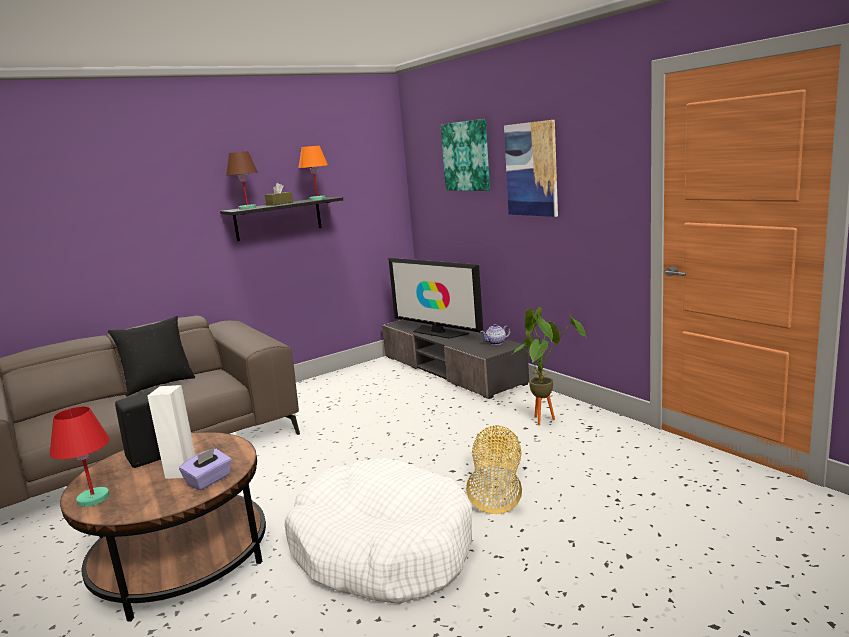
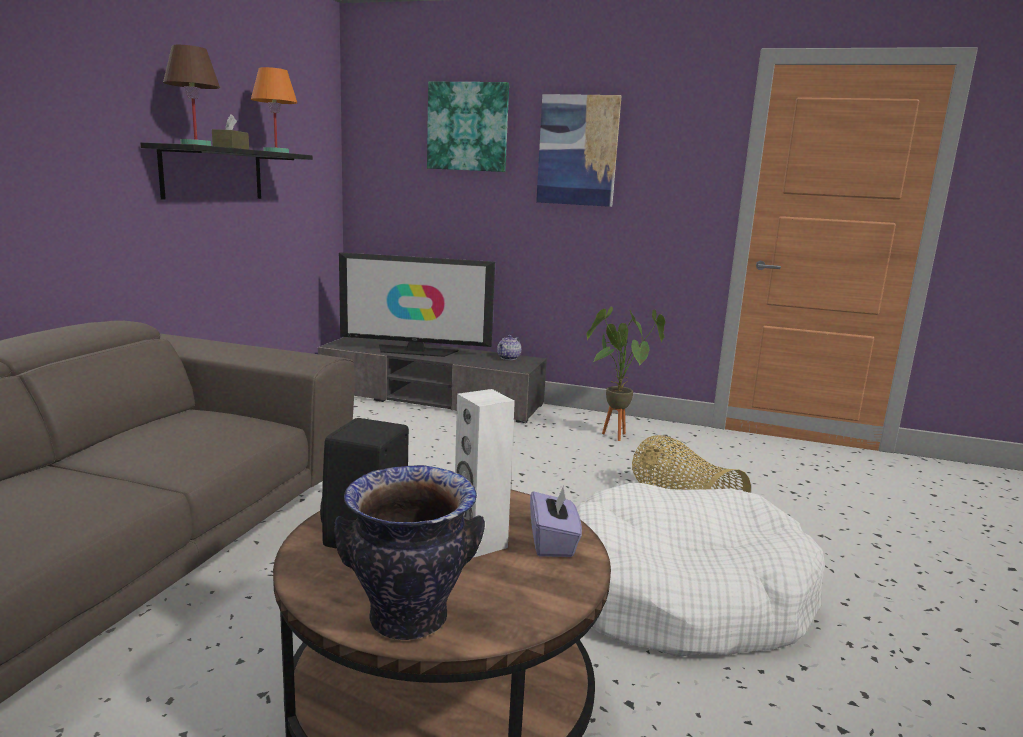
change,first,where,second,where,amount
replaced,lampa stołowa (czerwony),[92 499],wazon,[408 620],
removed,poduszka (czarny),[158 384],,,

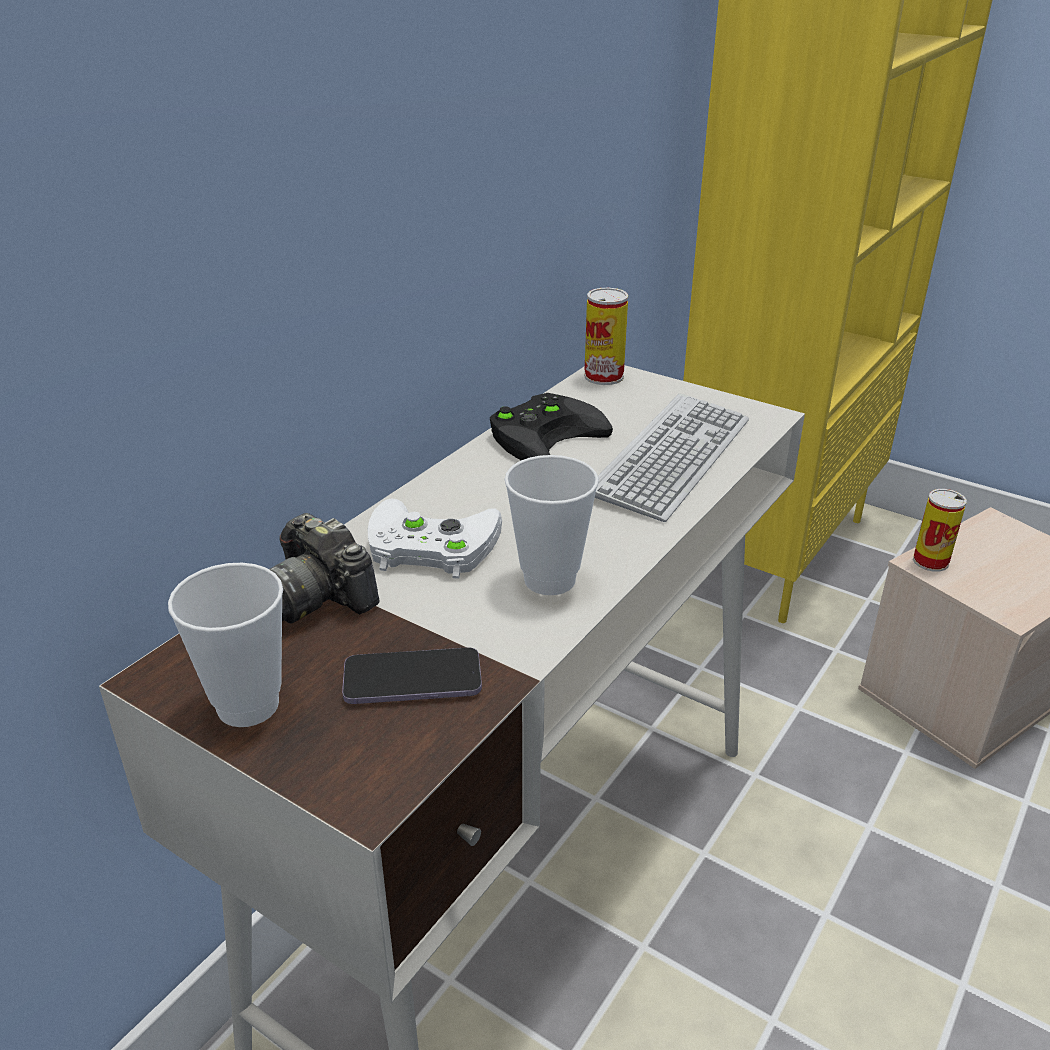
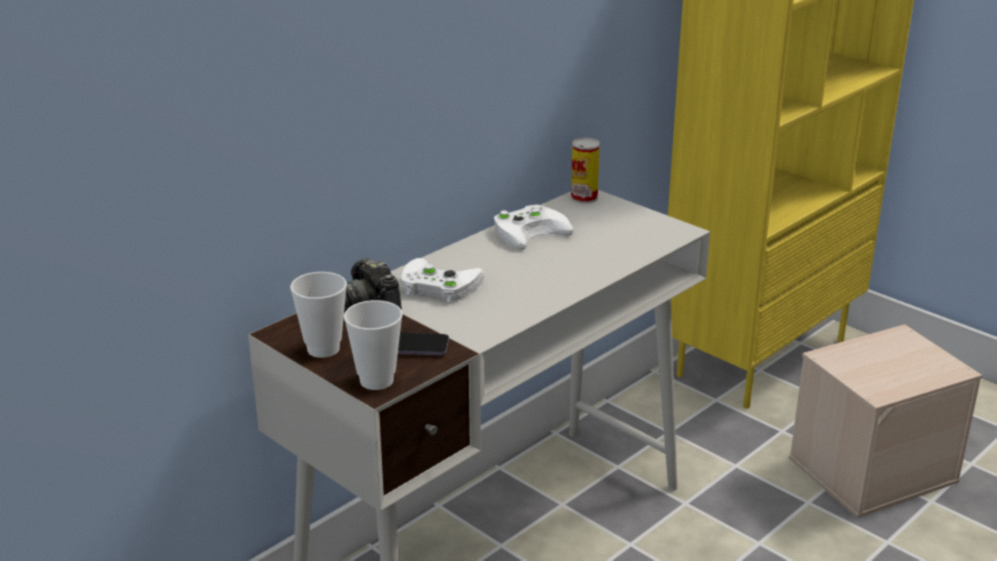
change,first,where,second,where,amount
recoloured,pad do gier (czarny),[546 434],pad do gier (biały),[530 230],
moved,filiżanka,[549 579],,[376 381],
removed,klawiatura,[672 458],,,
removed,puszka,[930 561],,,

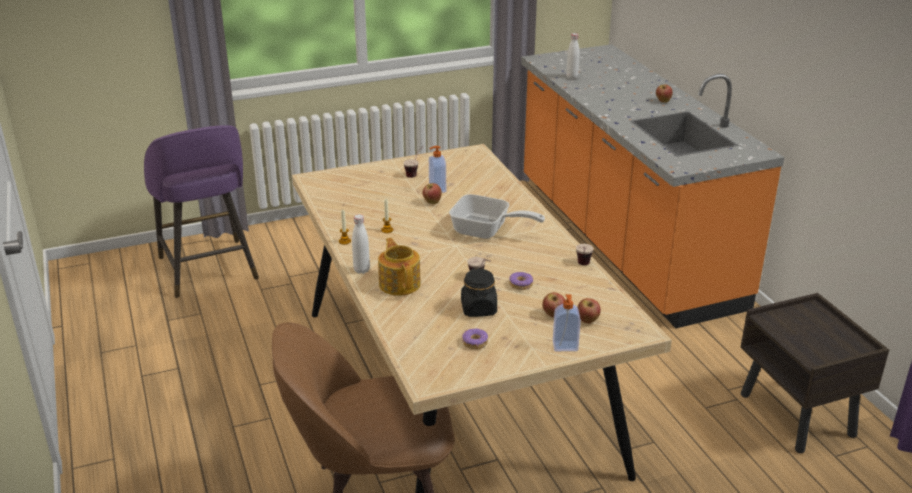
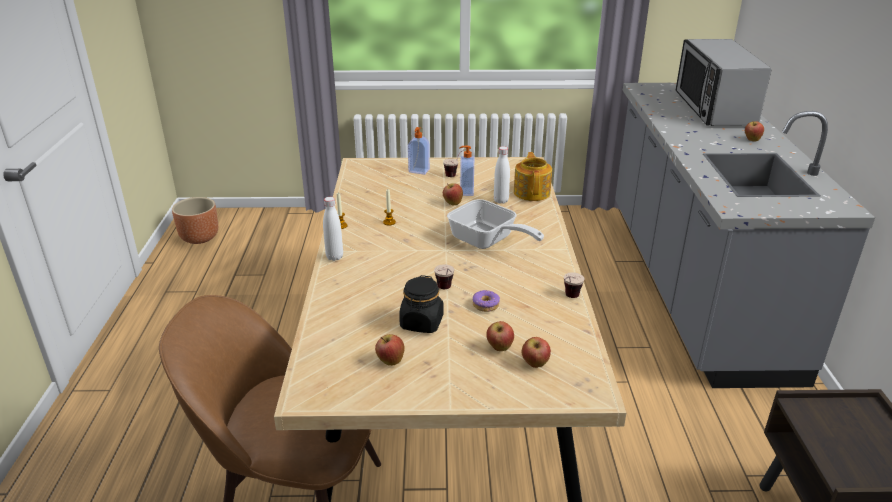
change,first,where,second,where,amount
removed,stołek (fioletowy),[208 270],,,
moved,imbryk,[400 283],,[532 192],
replaced,donut,[475 343],jabłko,[390 361],
recoloured,zabudowa kuchenna (pomarańczowy),[624 243],zabudowa kuchenna (szary),[692 285],
moved,dozownik mydła,[565 347],,[418 171],
moved,butelka (biały),[572 77],,[501 200],
added,,,donica (brązowy),[200 237],
added,,,mikrofalówka,[713 108],

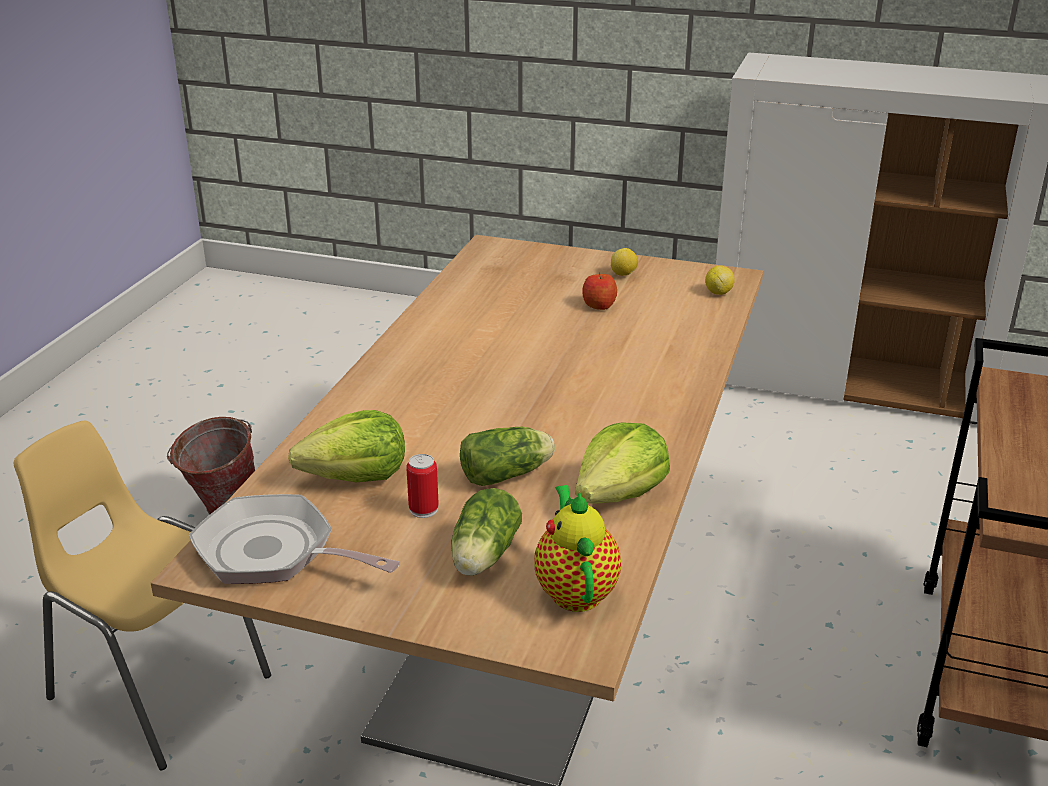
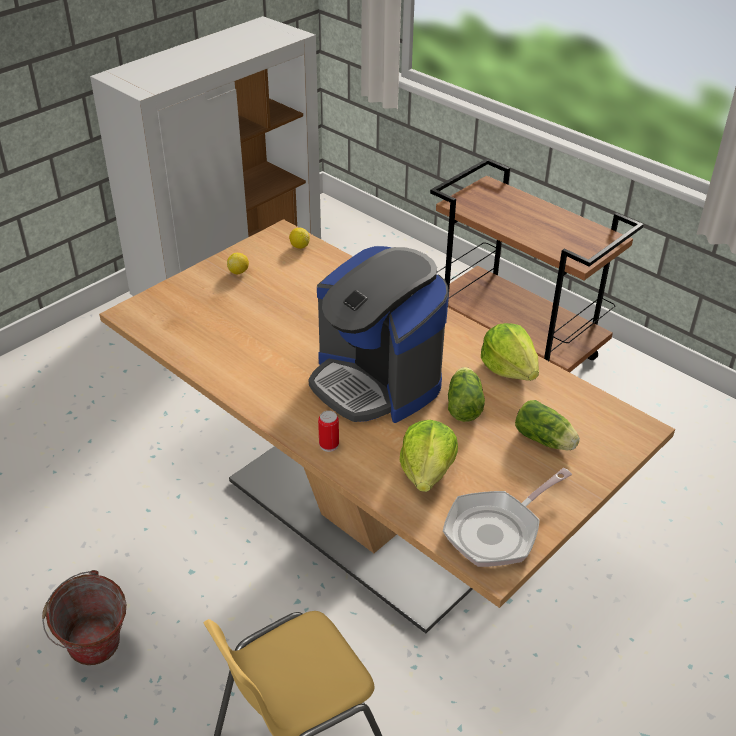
change,first,where,second,where,amount
moved,puszka,[423 509],,[329 445],
removed,imbryk,[575 590],,,
removed,jabłko,[599 305],,,
added,,,ekspres do kawy,[376 382],

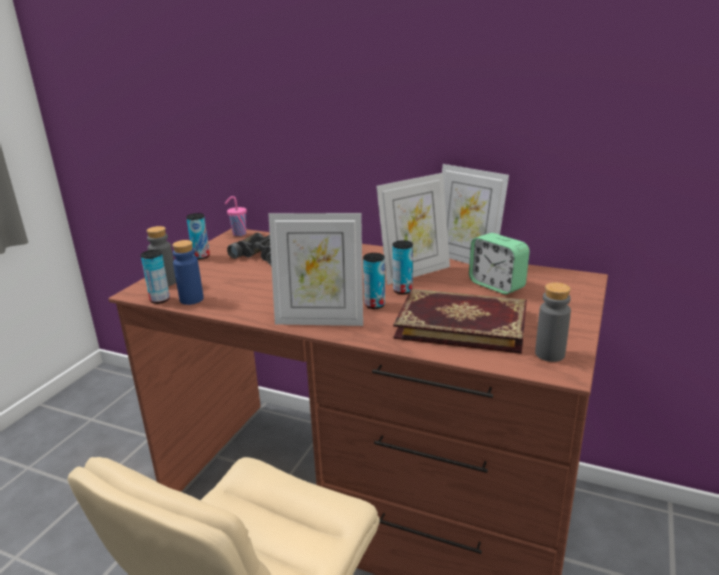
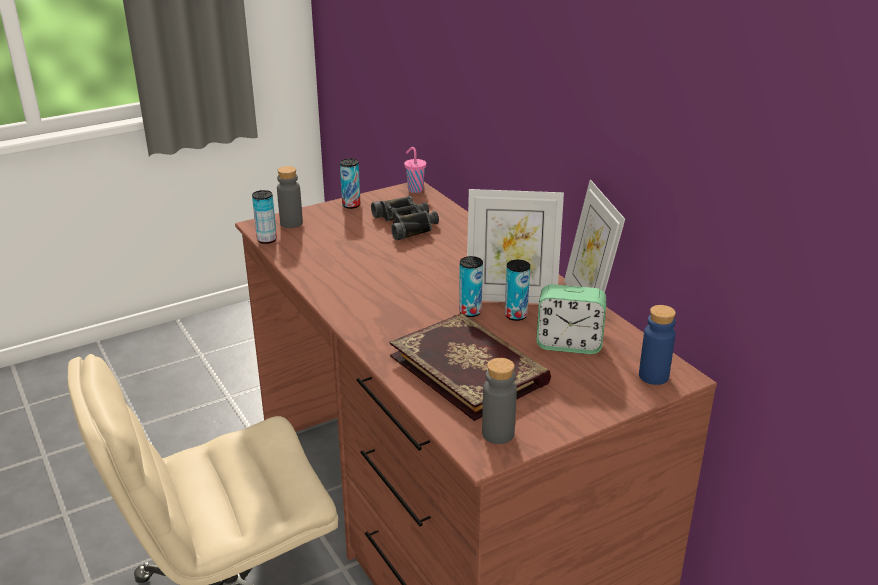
change,first,where,second,where,amount
moved,butelka (niebieski),[191 299],,[653 376],
removed,ramka na zdjęcie,[320 320],,,
moved,puszka,[374 305],,[516 315],
turned,budzik,[496 285],,[569 344],75 degrees counterclockwise

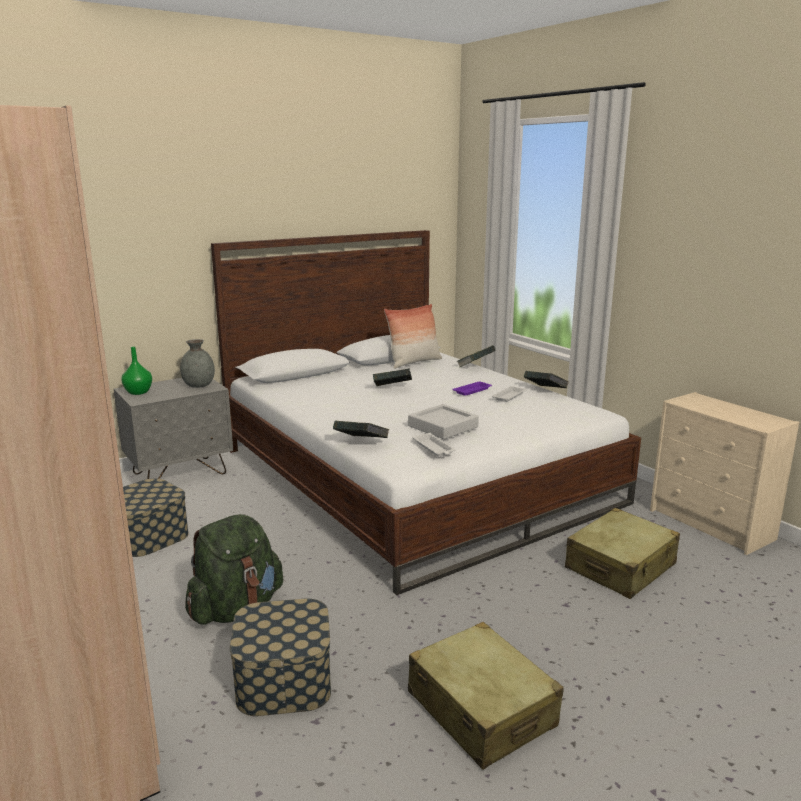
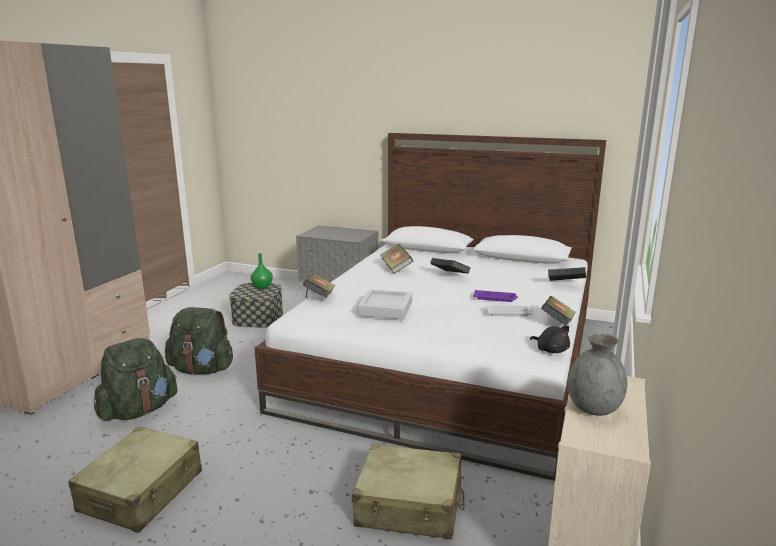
change,first,where,second,where,amount
moved,wazon (zielony),[138 392],,[262 287],
moved,wazon (szary),[199 385],,[594 408],
replaced,pojemnik do przechowywania,[284 680],plecak (zielony),[139 410],
removed,poduszka,[414 362],,,
removed,taca (biały),[434 448],,,
added,,,książka,[396 268],
added,,,pluszak (czarny),[551 350],

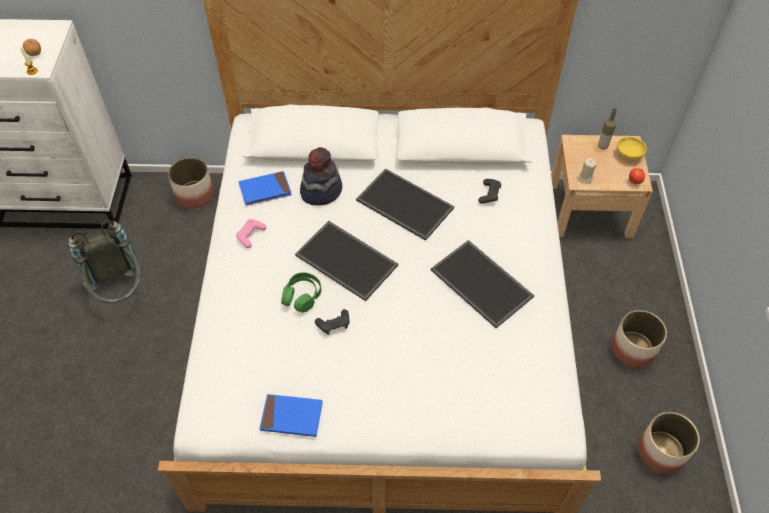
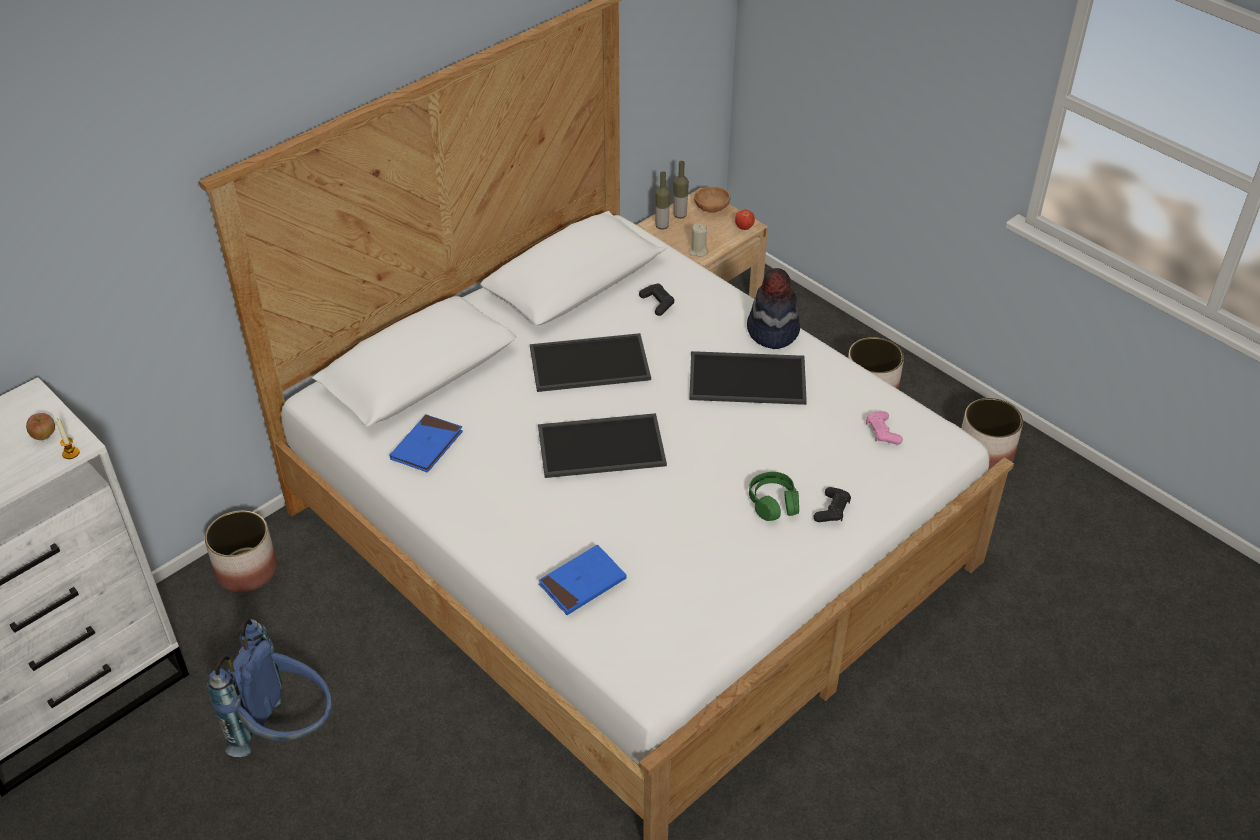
change,first,where,second,where,amount
recoloured,plecak (szary),[120 292],plecak (niebieski),[286 731],
moved,pad do gier (różowy),[250 235],,[882 432],
moved,książka (niebieski),[291 417],,[582 582],
moved,słuchawki (zielony),[302 296],,[773 503],
moved,kapelusz,[321 190],,[772 331],
moved,pad do gier (czarny),[334 324],,[832 510],
recoloured,miska (żółty),[629 154],miska (brązowy),[711 208],
added,,,butelka,[662 226],

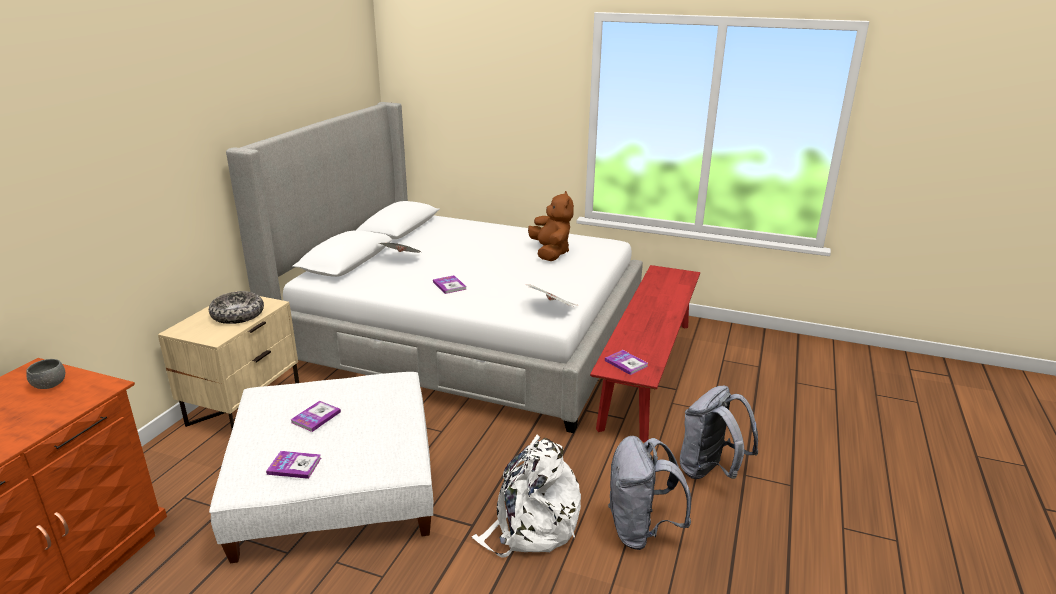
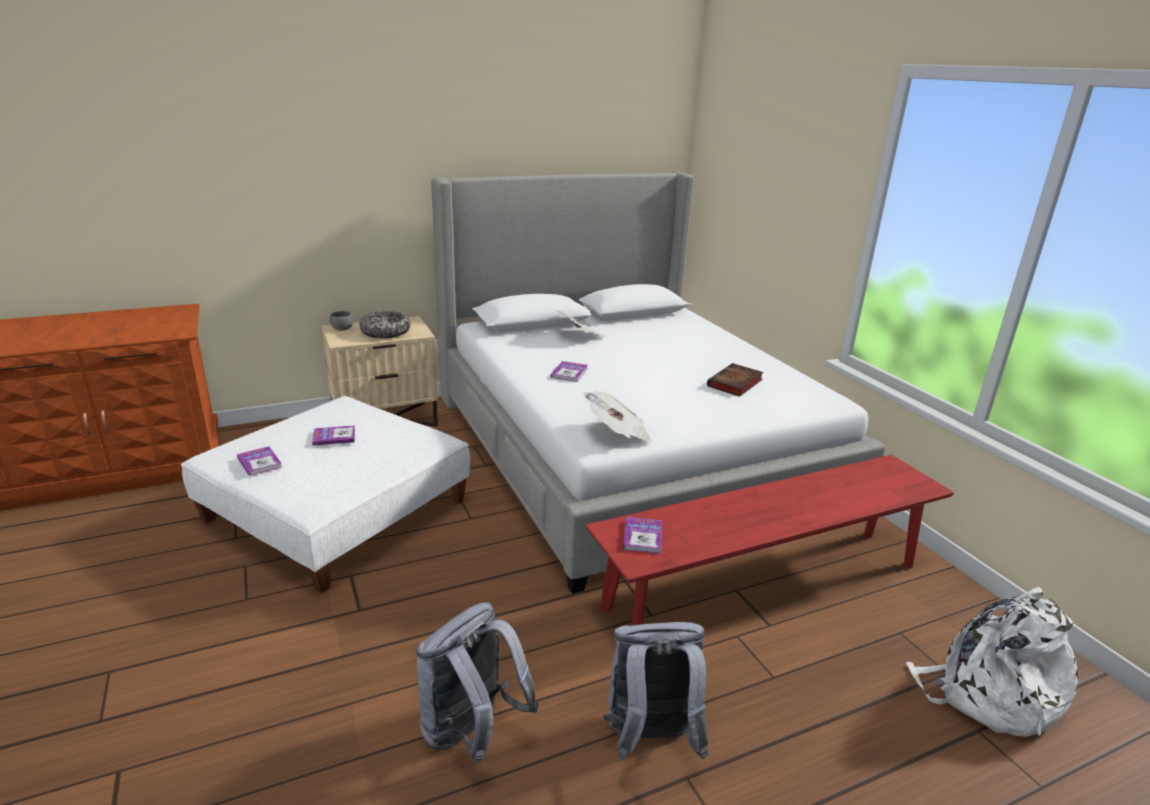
change,first,where,second,where,amount
moved,miska (szary),[49 385],,[342 329],
moved,plecak (biały),[531 526],,[987 694],
replaced,pluszak (brązowy),[550 253],książka,[734 384],

